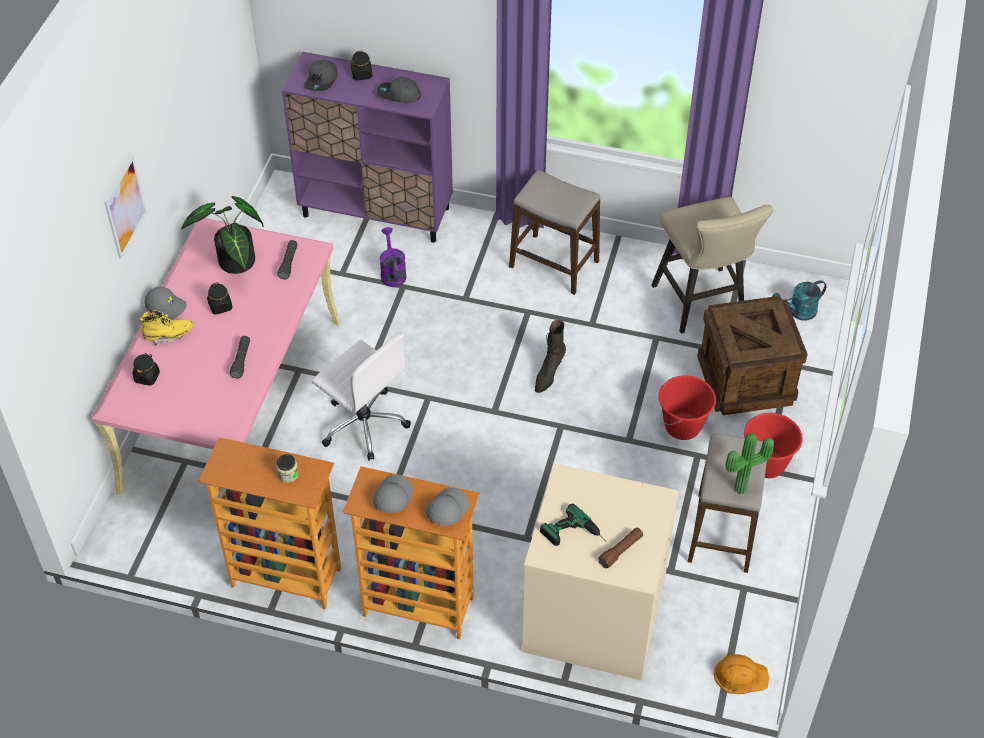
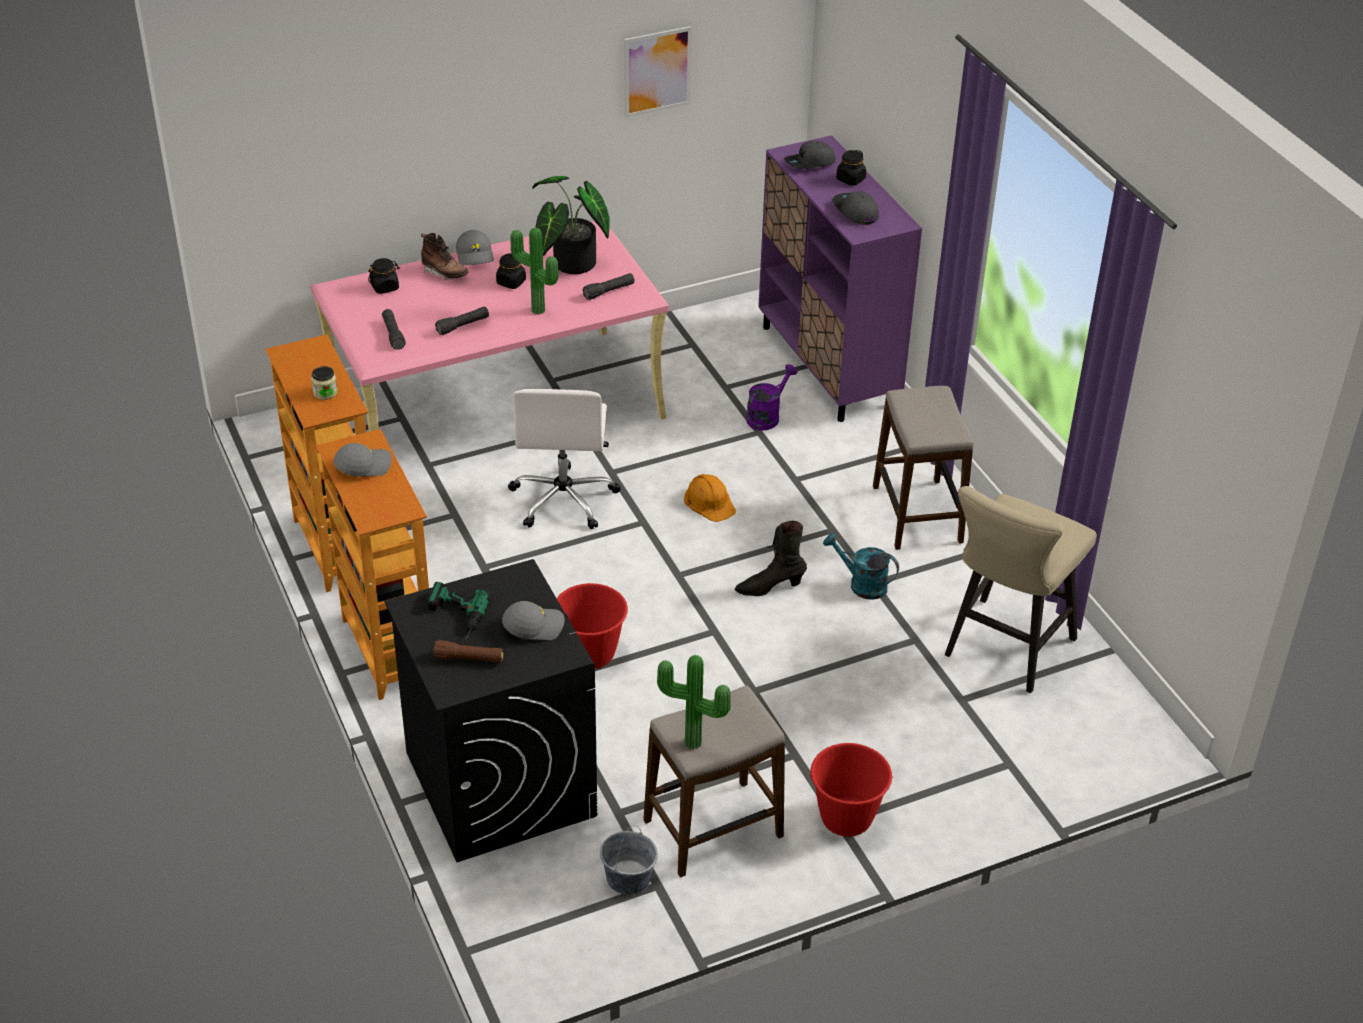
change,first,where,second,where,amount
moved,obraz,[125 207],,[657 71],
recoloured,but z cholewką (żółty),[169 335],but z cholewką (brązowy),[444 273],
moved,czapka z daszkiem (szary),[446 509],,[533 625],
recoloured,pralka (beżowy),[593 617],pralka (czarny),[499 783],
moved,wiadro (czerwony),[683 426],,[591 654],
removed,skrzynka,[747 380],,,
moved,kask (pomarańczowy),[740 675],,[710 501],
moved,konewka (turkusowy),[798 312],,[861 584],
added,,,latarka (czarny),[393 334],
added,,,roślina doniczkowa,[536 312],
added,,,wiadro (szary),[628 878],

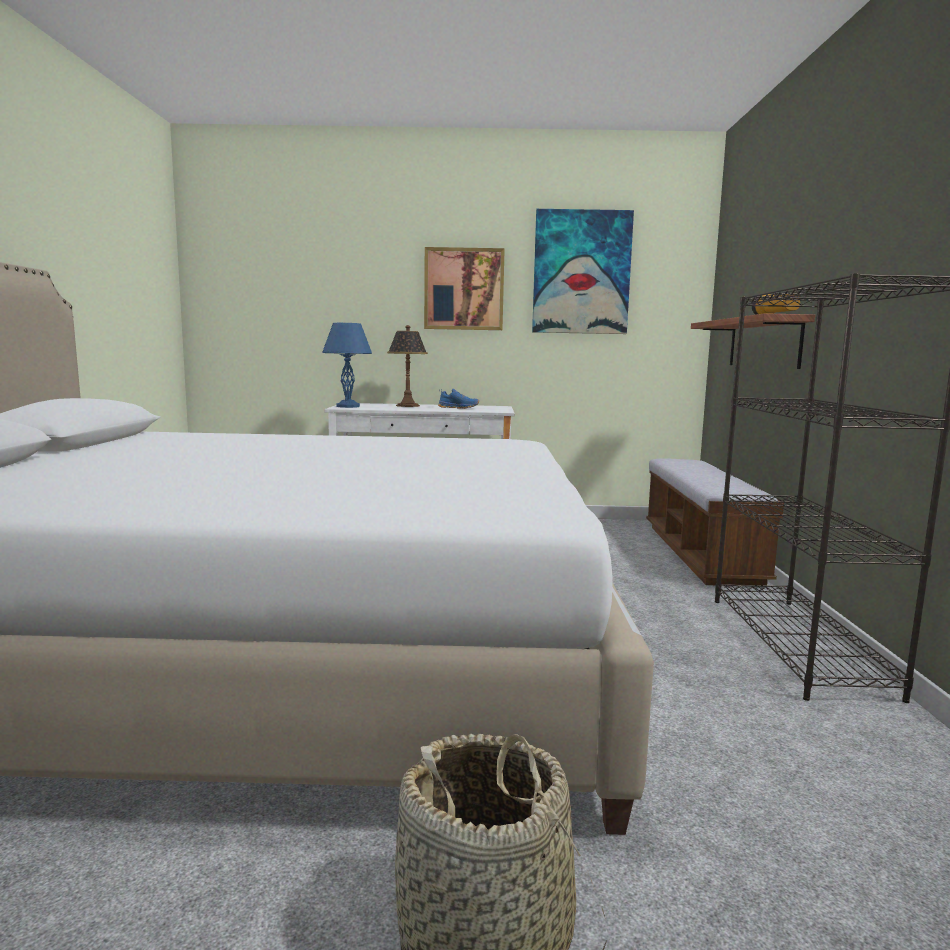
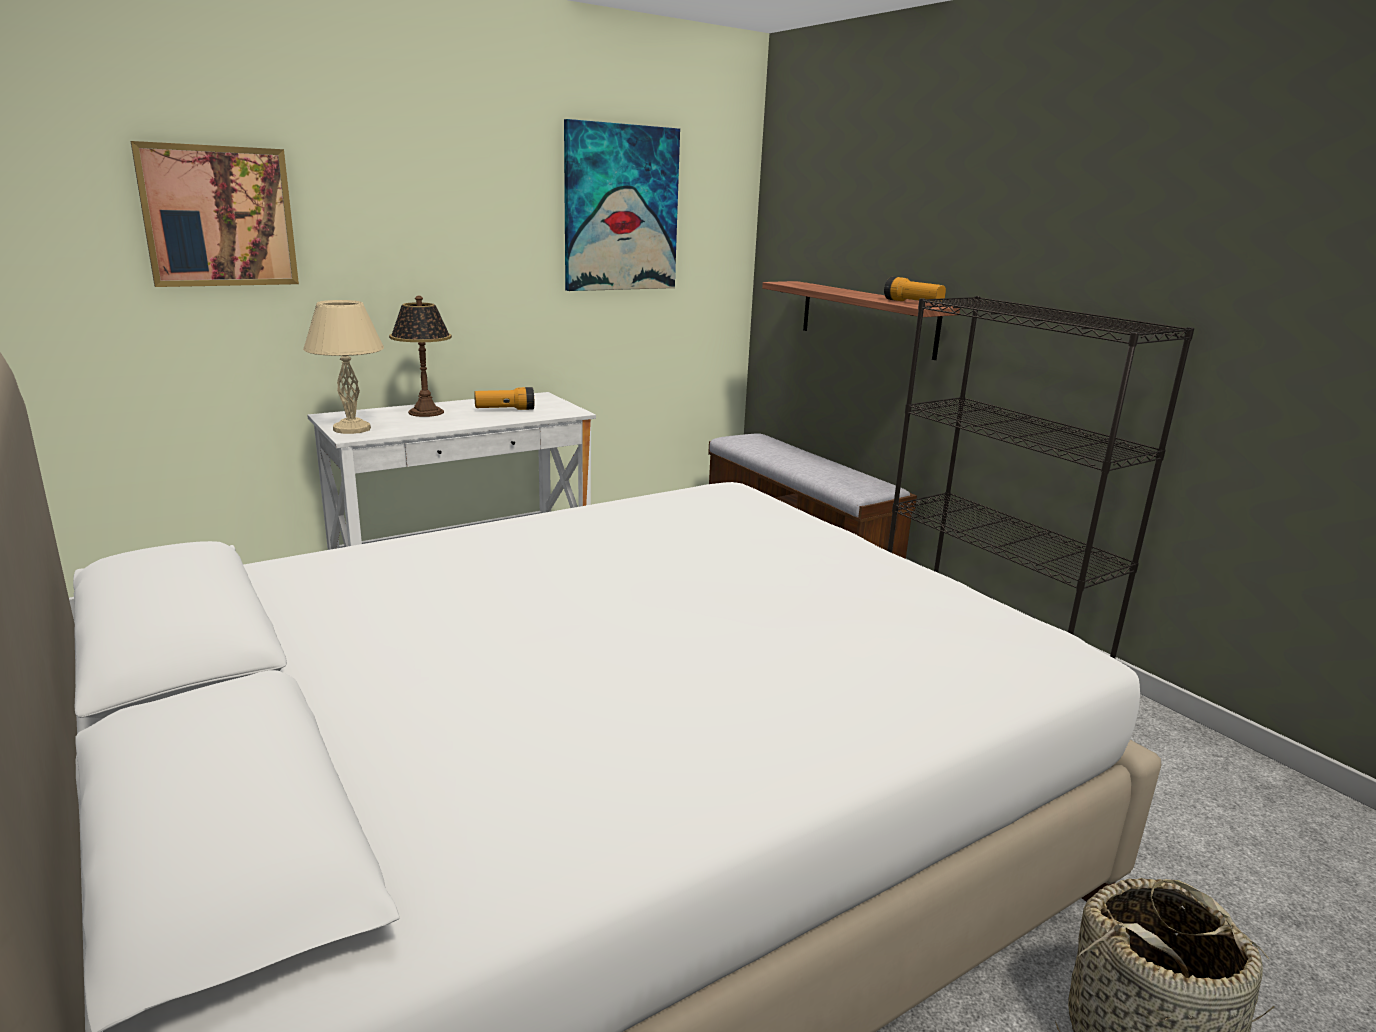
change,first,where,second,where,amount
recoloured,lampa stołowa (niebieski),[348 406],lampa stołowa (beżowy),[351 428],
moved,obraz,[464 289],,[219 216],
replaced,but (niebieski),[458 408],latarka,[505 410],

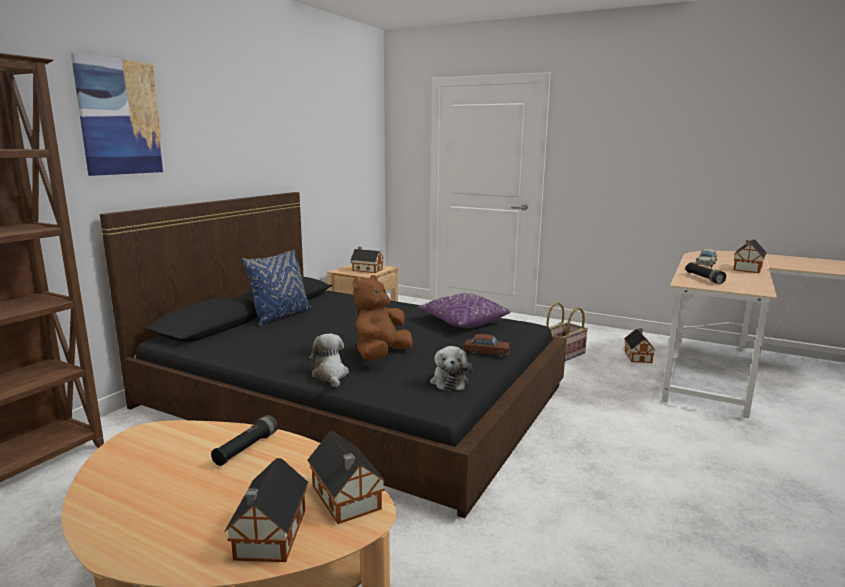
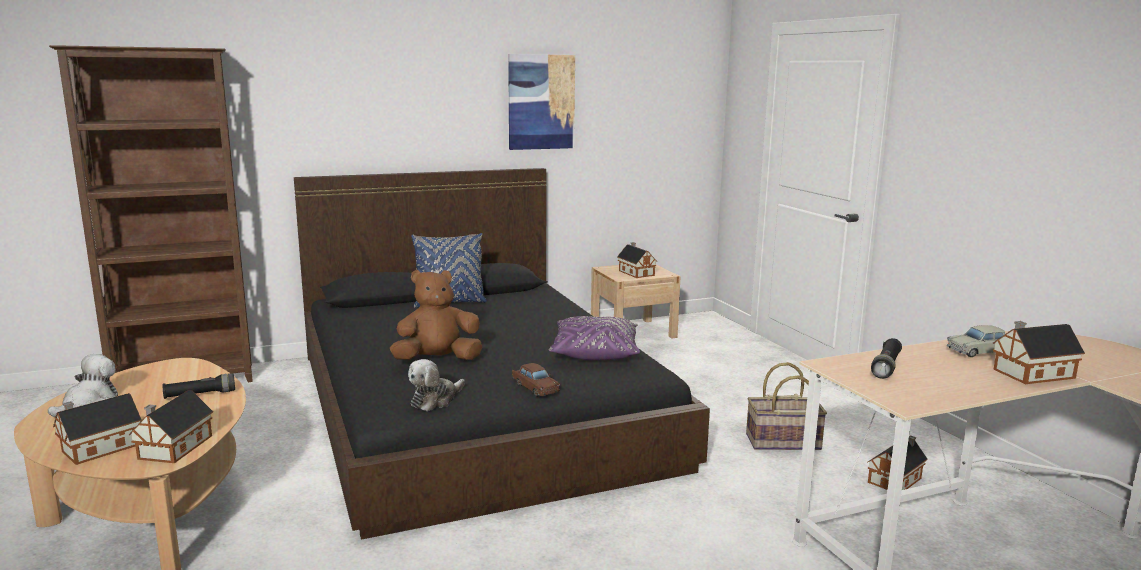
change,first,where,second,where,amount
moved,obraz,[120 117],,[541 102],
moved,pluszak,[330 375],,[89 403],

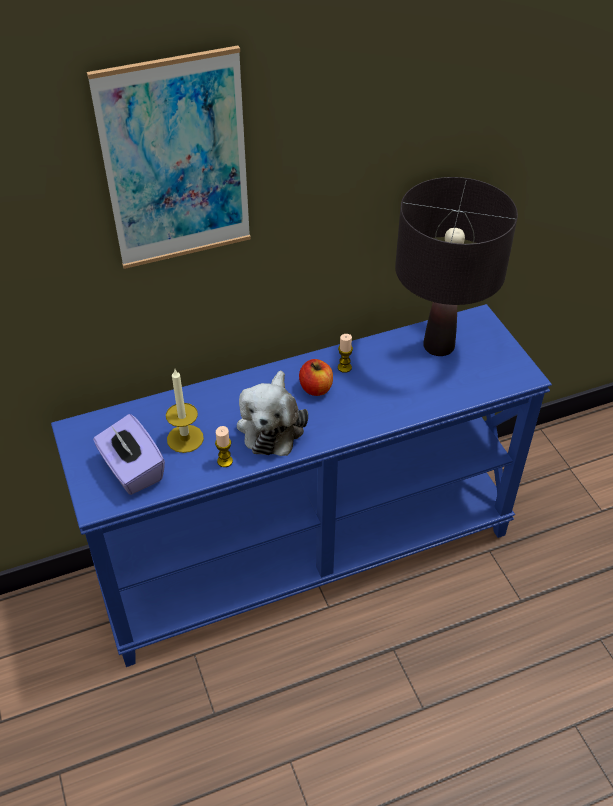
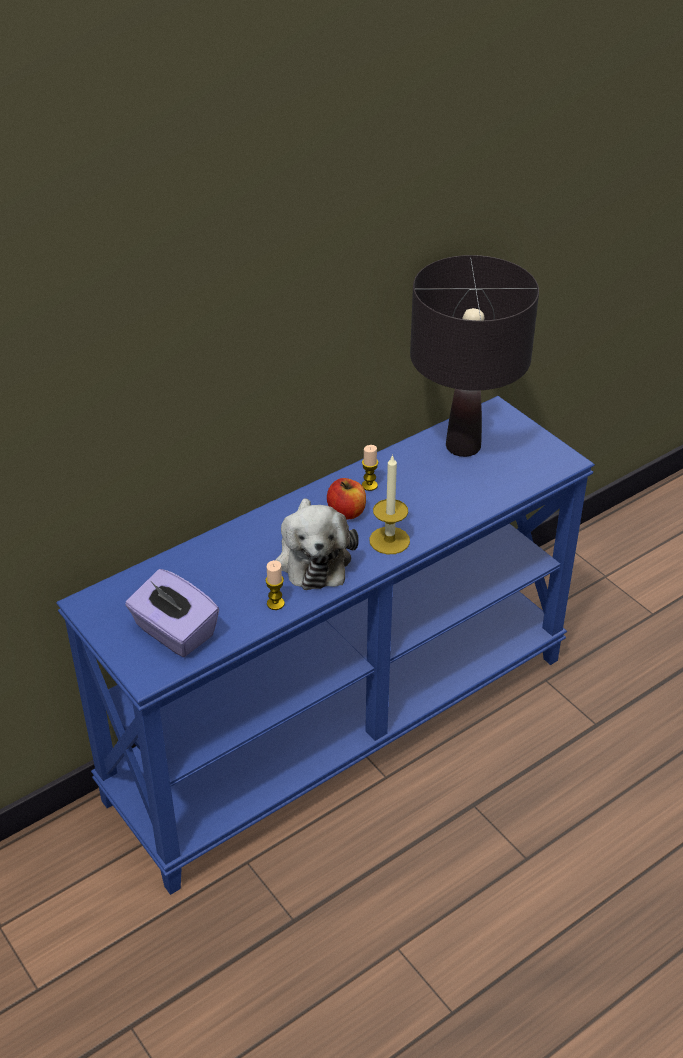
change,first,where,second,where,amount
removed,obraz,[176 163],,,
moved,świeca,[185 438],,[389 540],

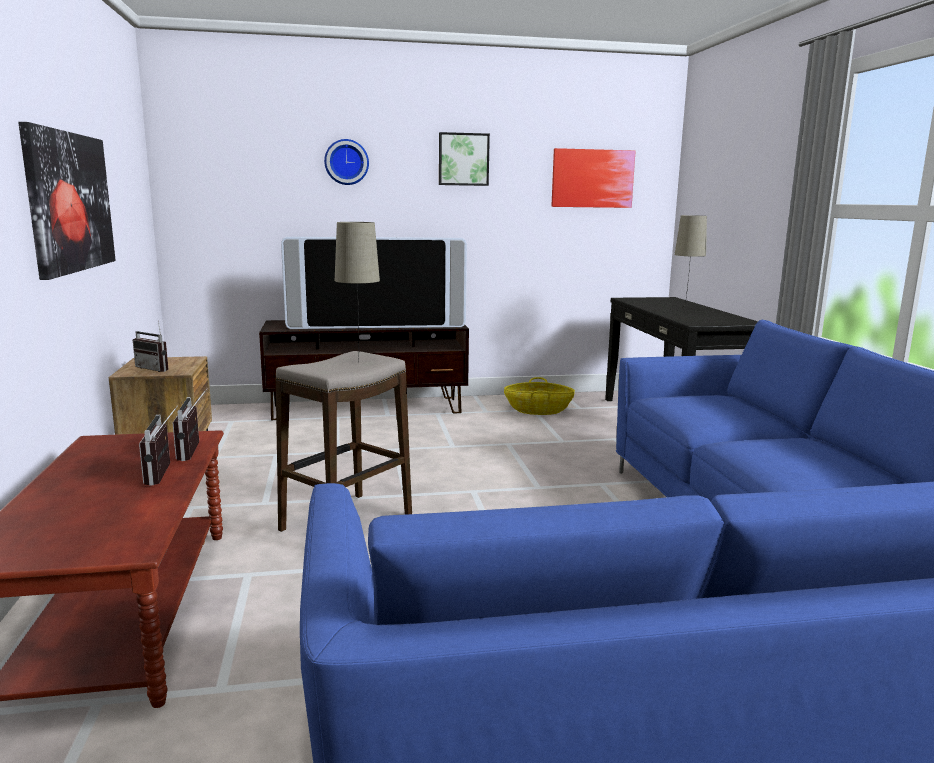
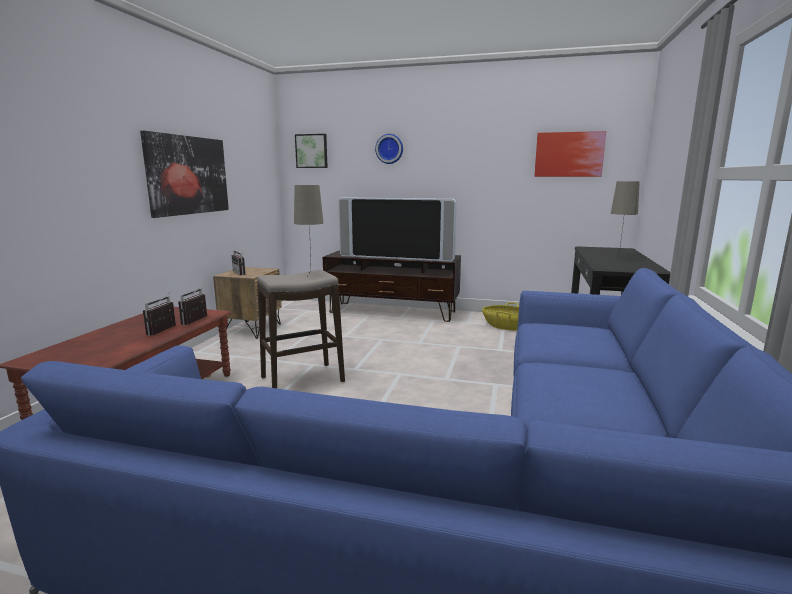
change,first,where,second,where,amount
moved,obraz,[463 159],,[312 151],

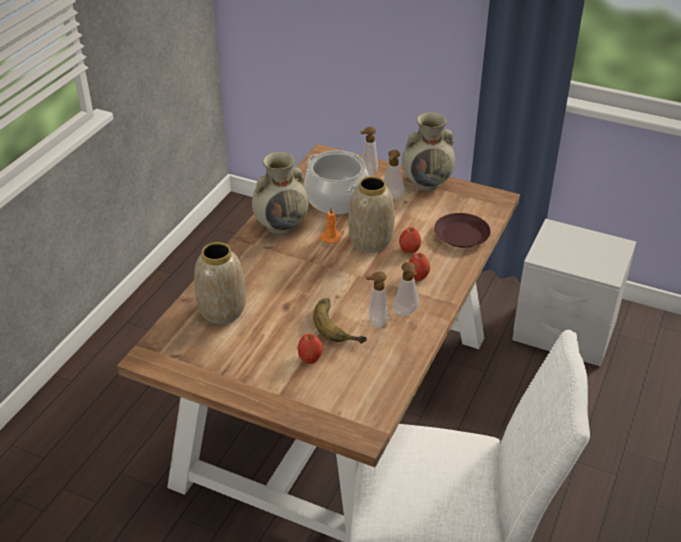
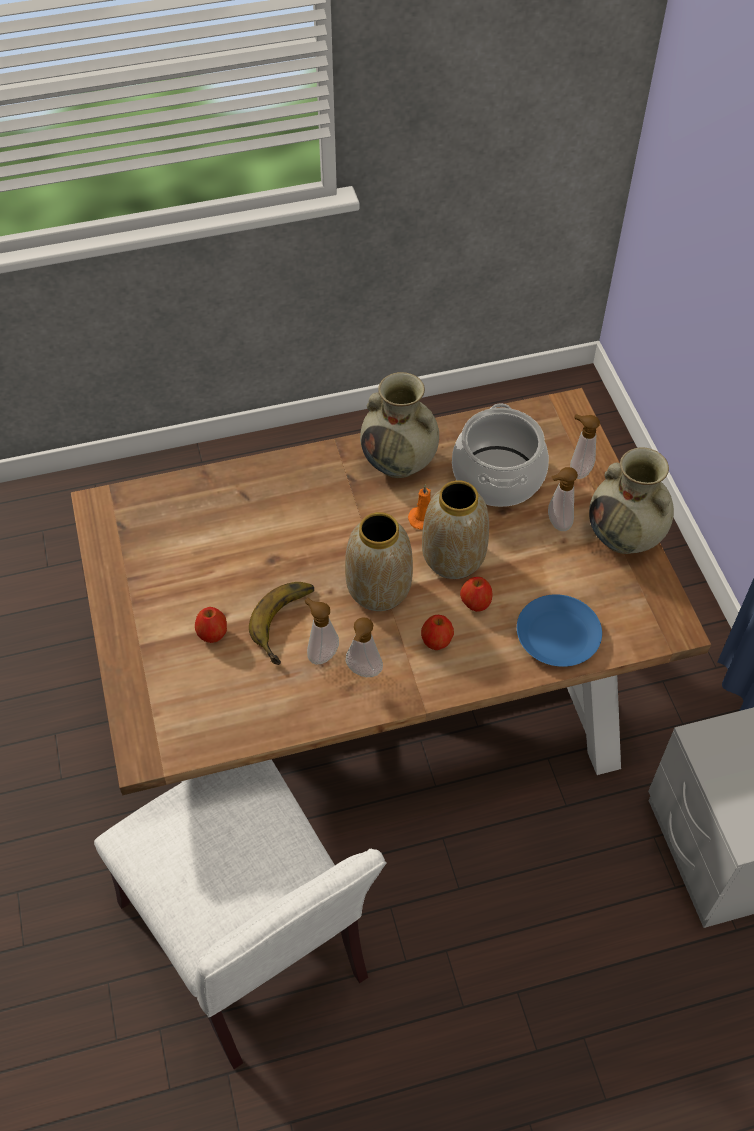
change,first,where,second,where,amount
moved,wazon,[223 311],,[379 590],
recoloured,talerz (brązowy),[462 235],talerz (niebieski),[557 636],

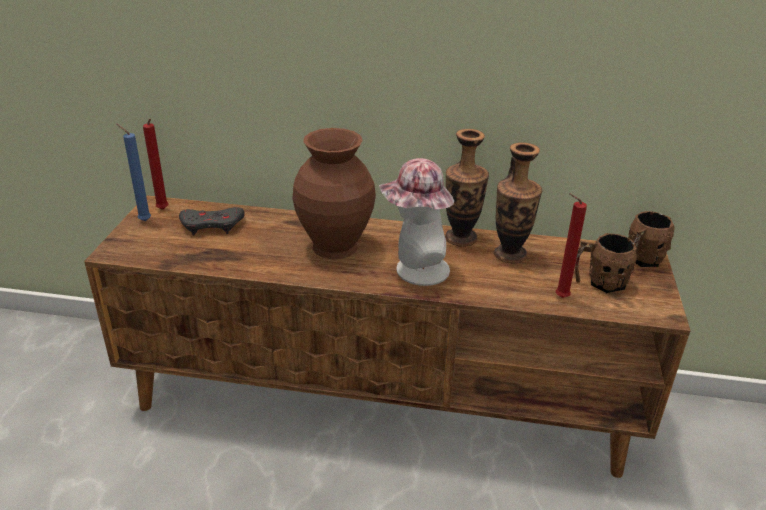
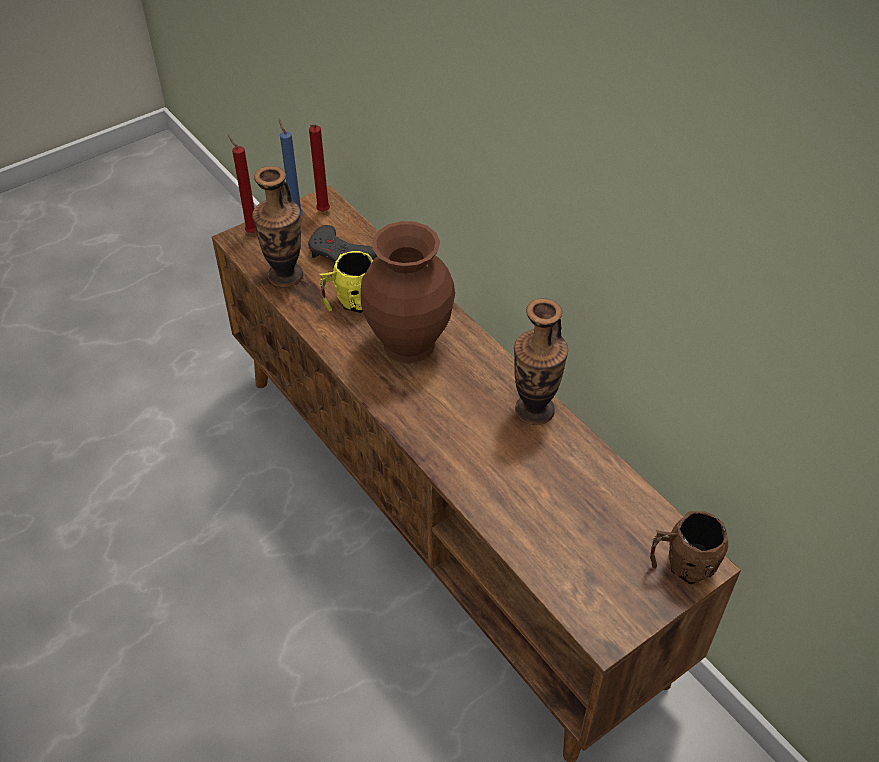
change,first,where,second,where,amount
removed,kapelusz,[415 271],,,
moved,wazon,[510 255],,[285 276],
moved,świeca (czerwony),[559 297],,[251 231],
removed,kubek (brązowy),[599 282],,,
added,,,kubek (żółty),[350 302],

